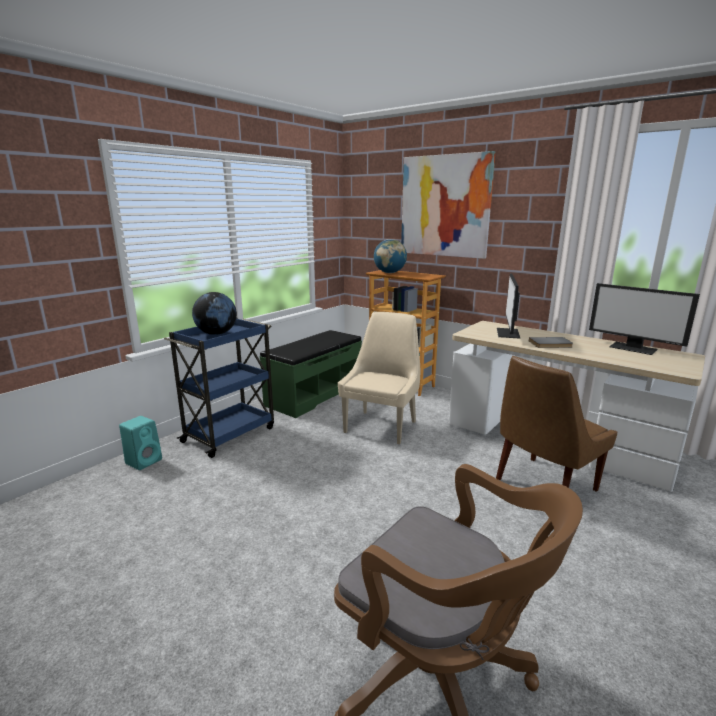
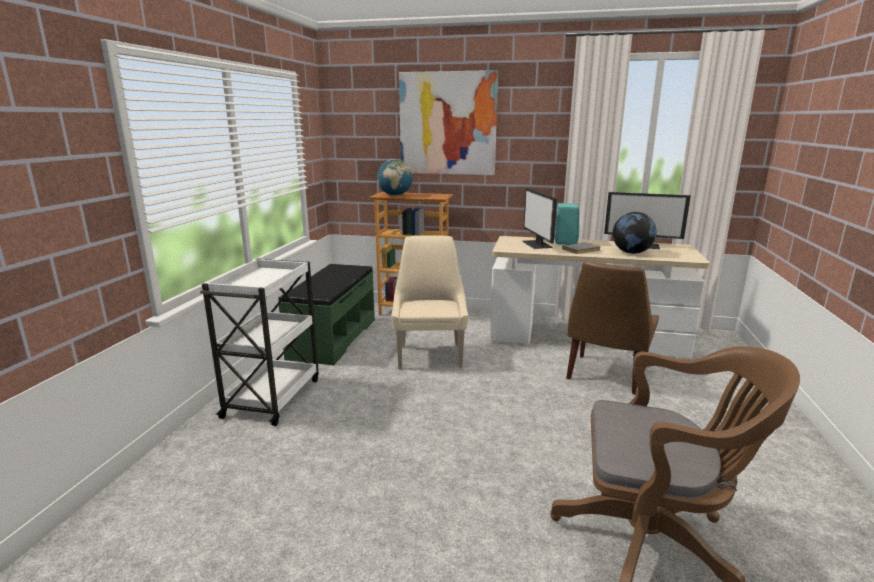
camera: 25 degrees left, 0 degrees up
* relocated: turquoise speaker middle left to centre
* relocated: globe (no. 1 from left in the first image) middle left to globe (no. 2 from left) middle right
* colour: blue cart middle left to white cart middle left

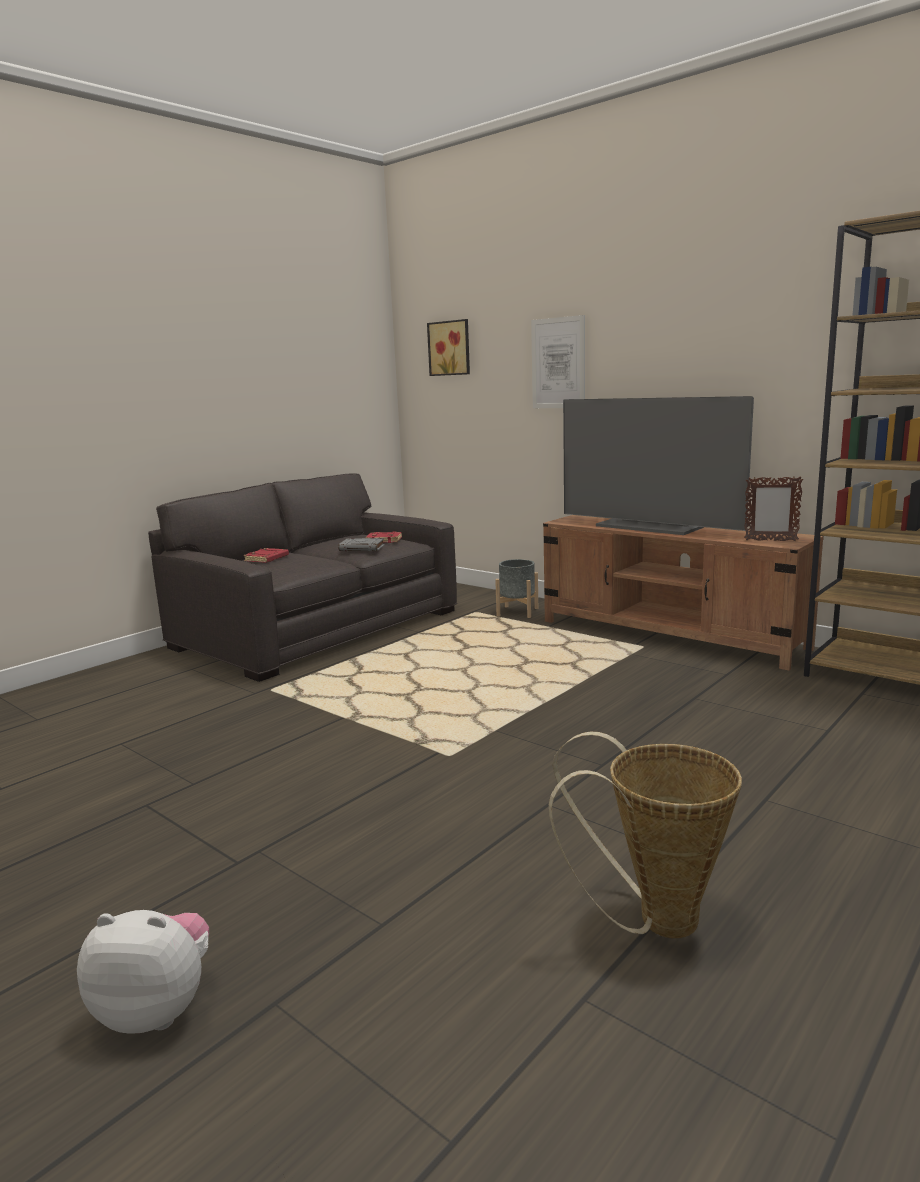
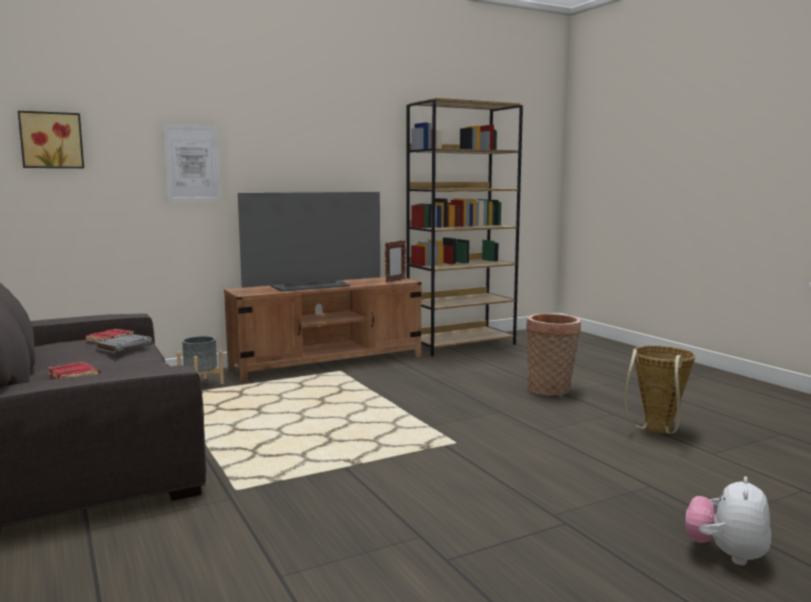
camera: 70 degrees left, 5 degrees down
* appeared: basket (no. 1 from left) middle right

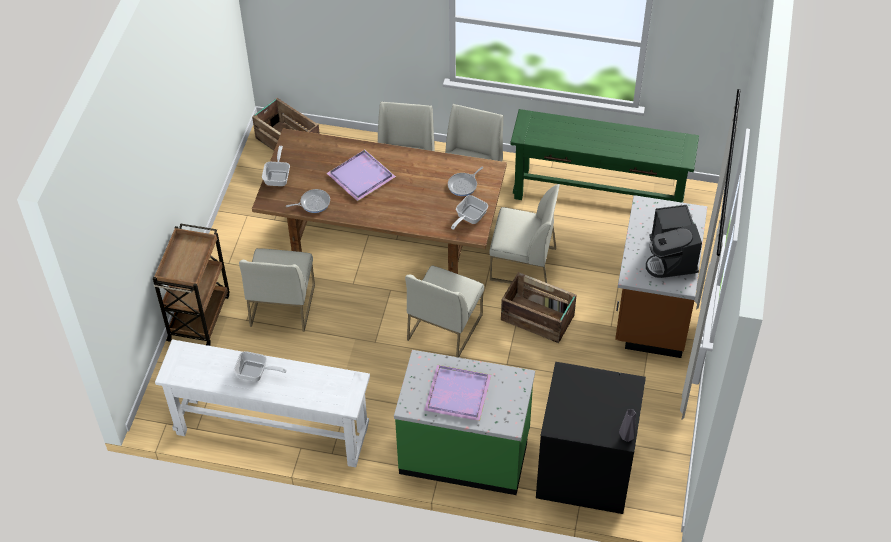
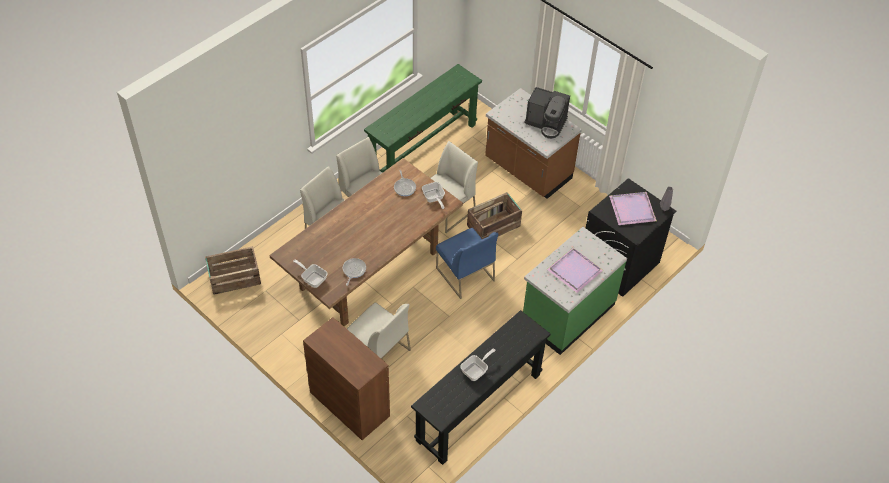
camera: 60 degrees left, 0 degrees up
* relocated: purple tray (no. 1 from left in the first image) top centre to purple tray (no. 2 from left) middle right
* exchanged: brown cart middle left to brown cabinet bottom centre
* colour: white console table bottom left to black console table bottom centre
* colour: white chair (no. 3 from left) centre to blue chair centre

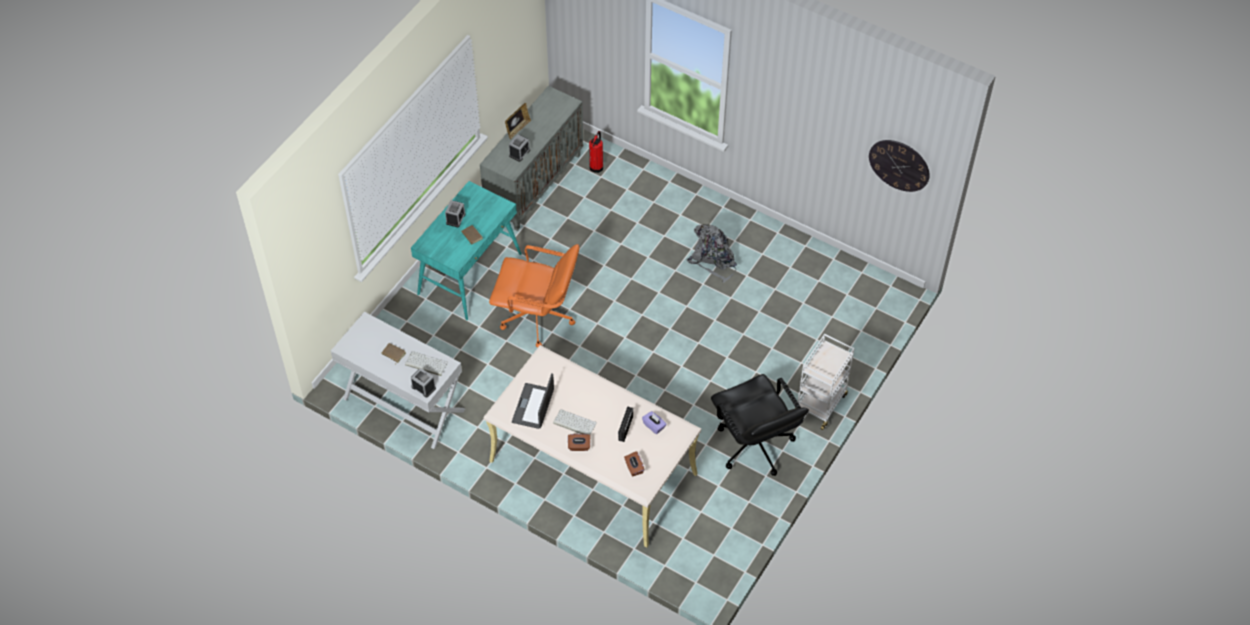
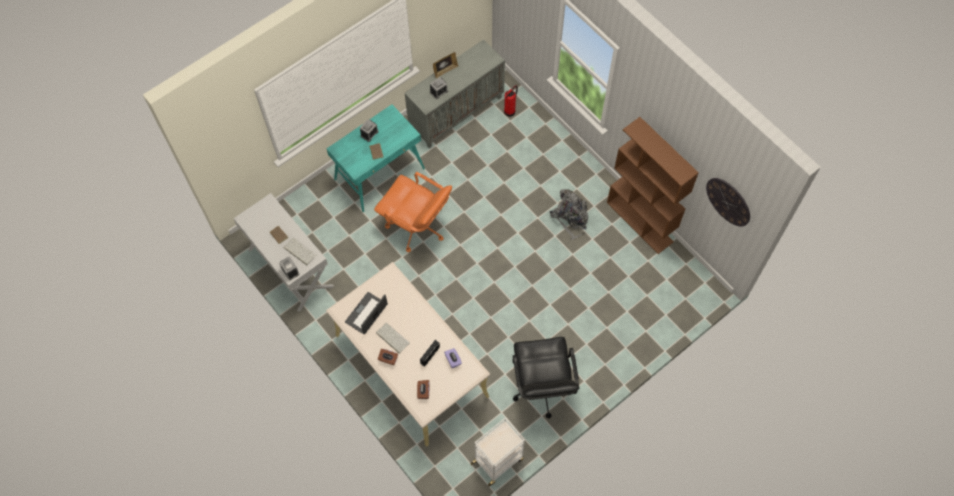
camera: 20 degrees right, 10 degrees up
* appeared: brown bookcase middle right
* relocated: white cart centre to bottom centre

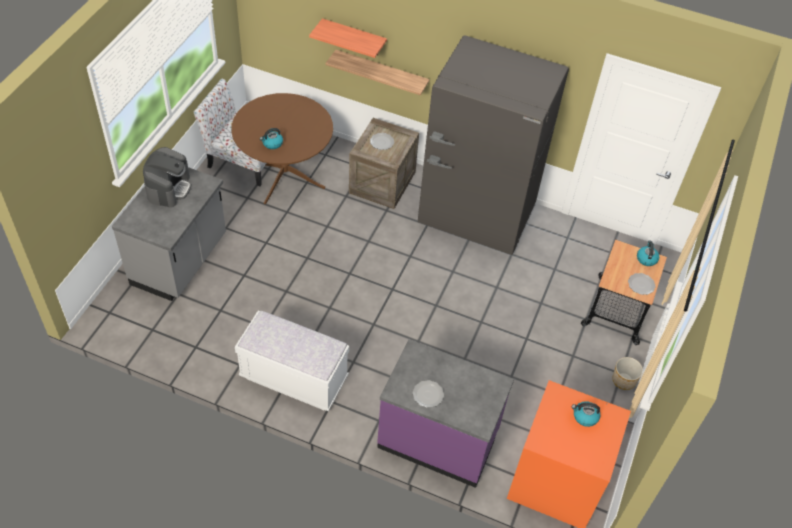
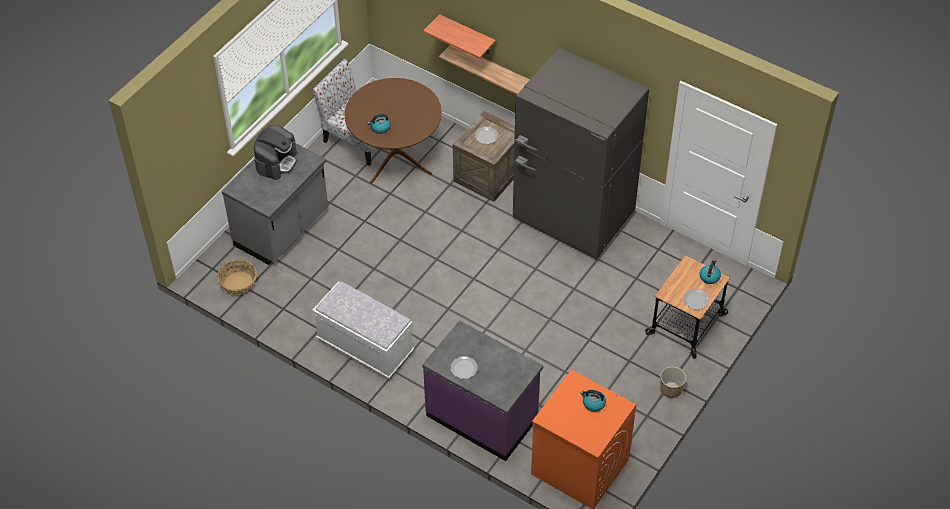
camera: 15 degrees right, 0 degrees up
* appeared: basket middle left

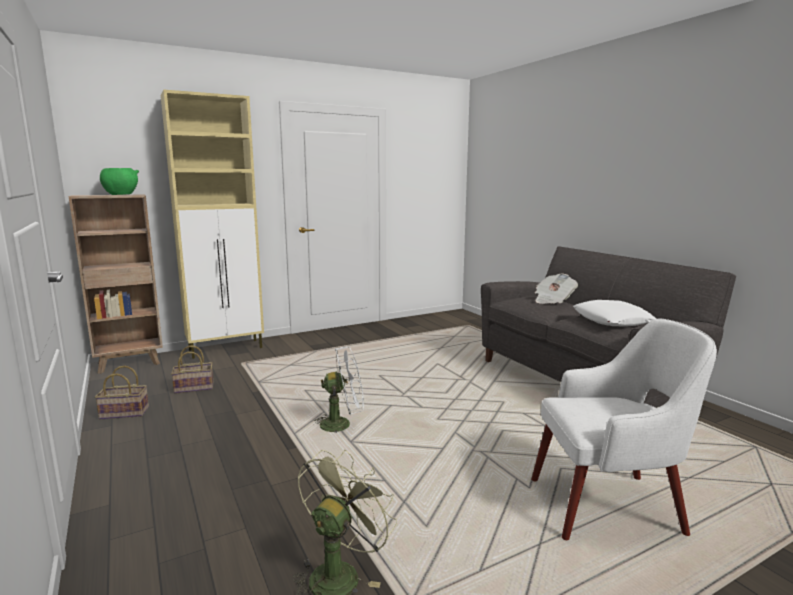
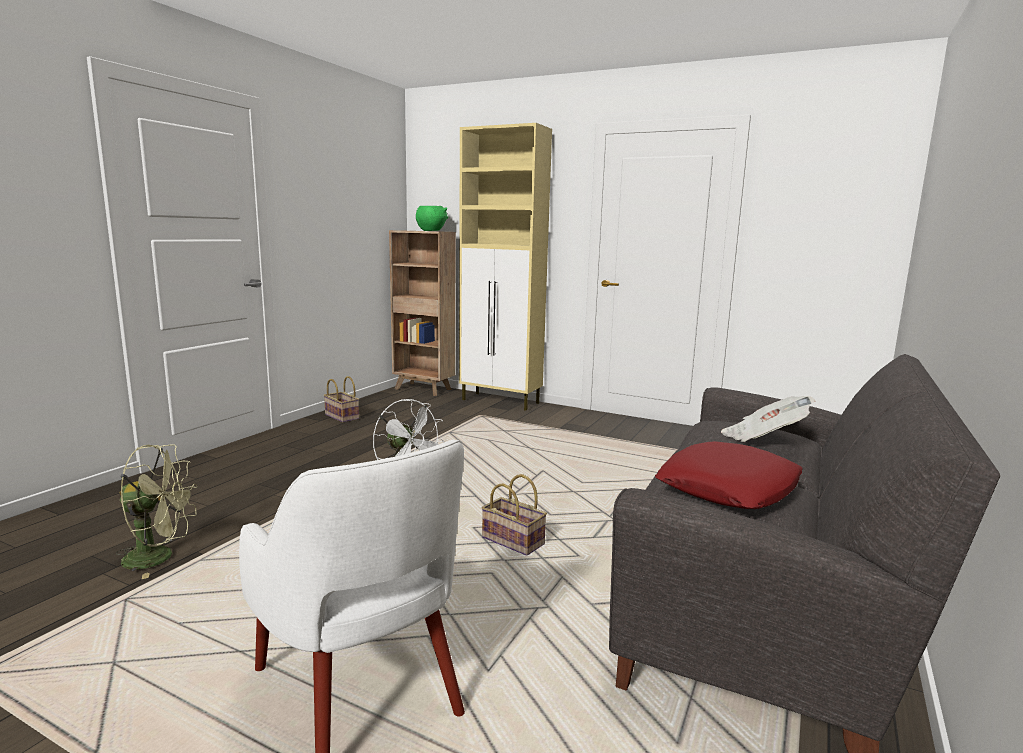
camera: 55 degrees right, 0 degrees up
* relocated: basket (no. 2 from left) middle left to bottom centre
* colour: white pillow middle right to red pillow middle right

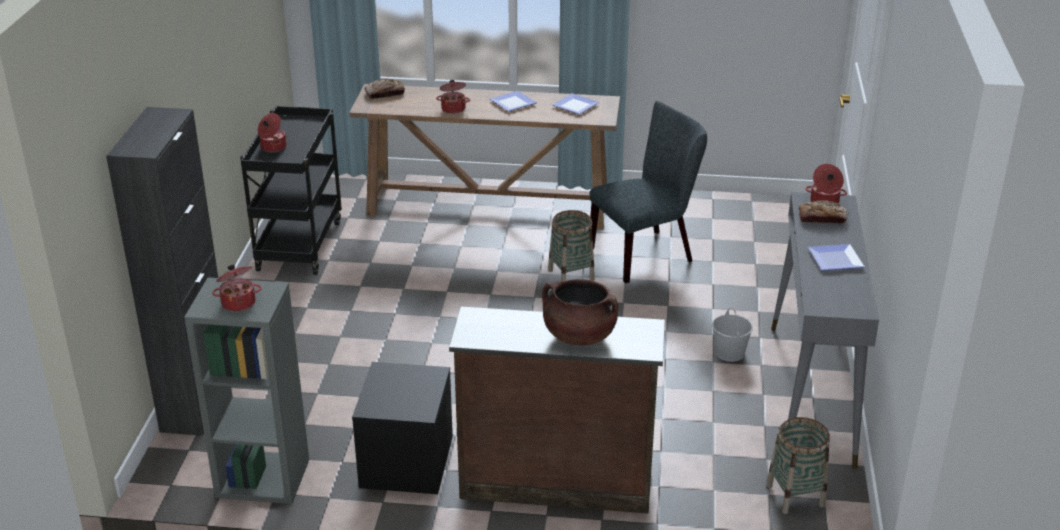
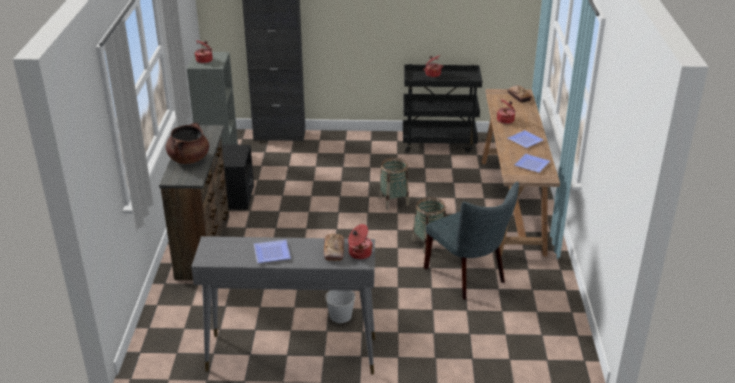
camera: 85 degrees right, 0 degrees up
* relocated: basket (no. 2 from left in the first image) bottom right to basket (no. 1 from left) centre

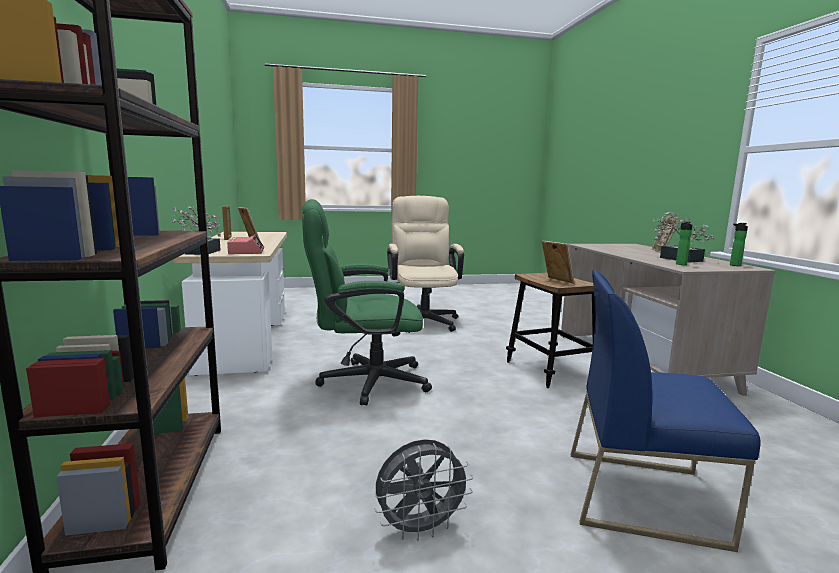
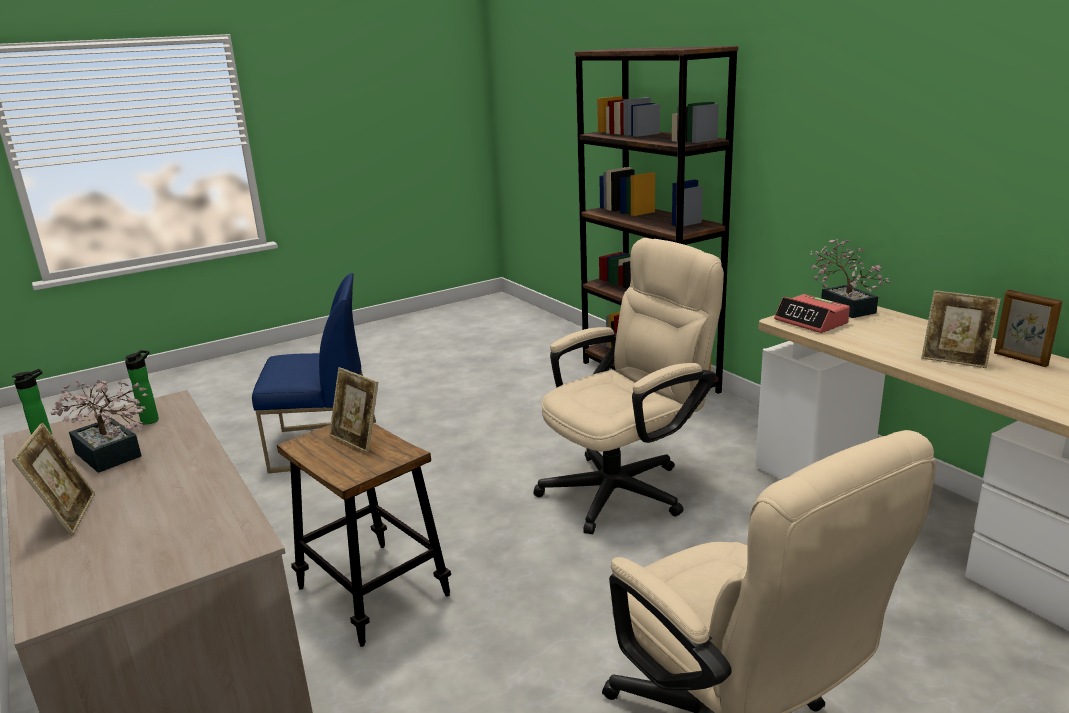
camera: 160 degrees right, 10 degrees up
* missing: grey fan bottom centre
* colour: green office chair centre to beige office chair (no. 1 from left) centre

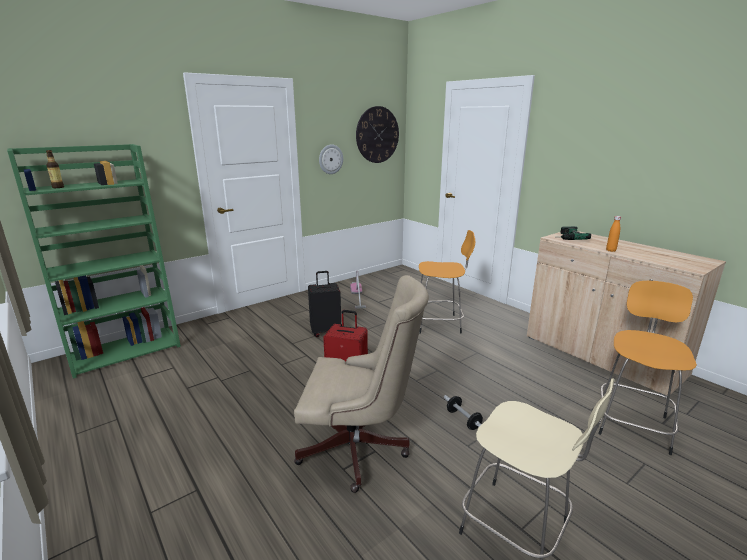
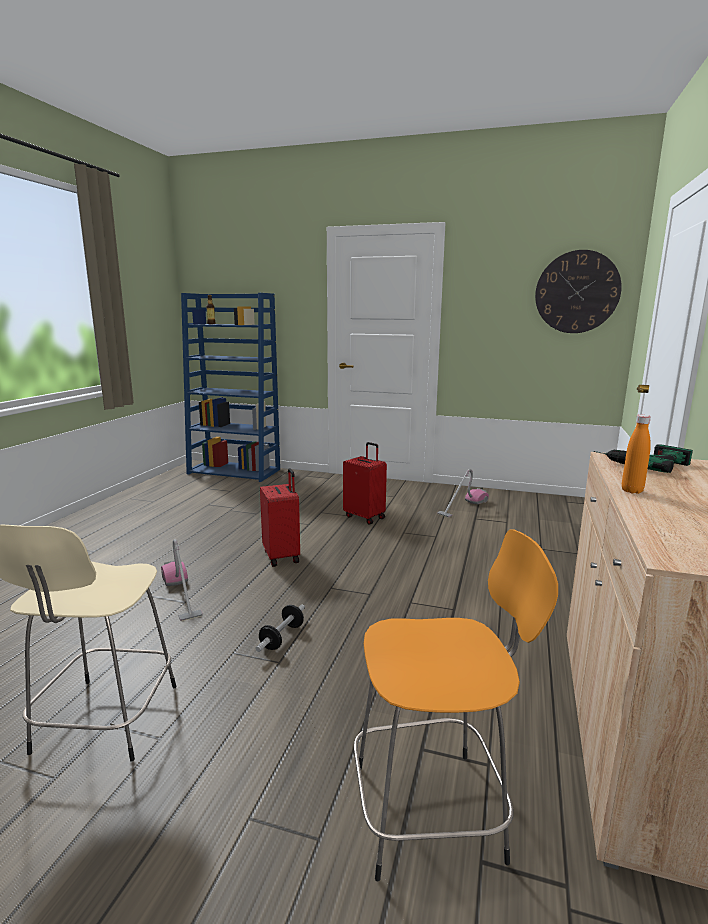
camera: 55 degrees right, 5 degrees down
* missing: wall clock (no. 1 from left) top centre
* missing: orange stool (no. 1 from left) centre
* exchanged: beige office chair bottom centre to vacuum cleaner (no. 1 from left) middle left
* colour: green bookcase middle left to blue bookcase middle left
* colour: black suitcase centre to red suitcase (no. 2 from left) centre

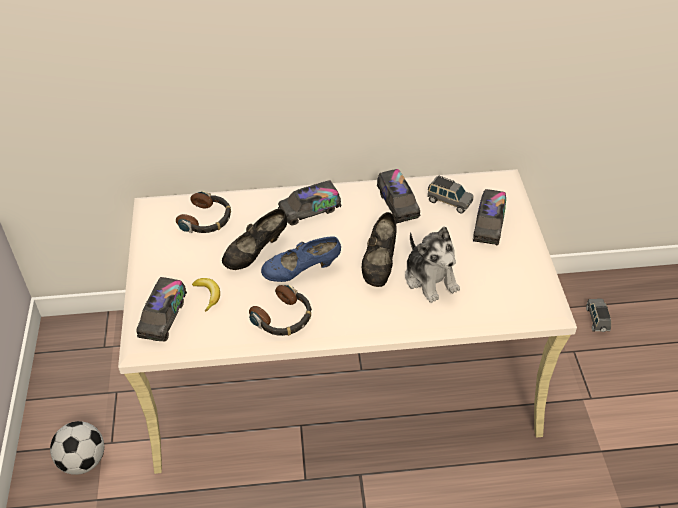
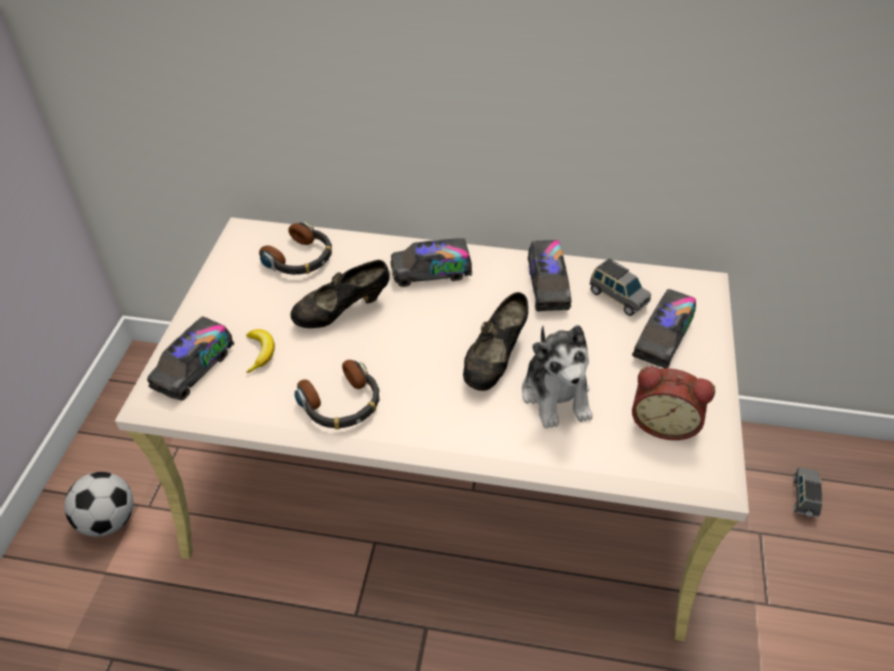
camera: 15 degrees right, 0 degrees up
* missing: blue shoe centre
* appeared: alarm clock middle right

